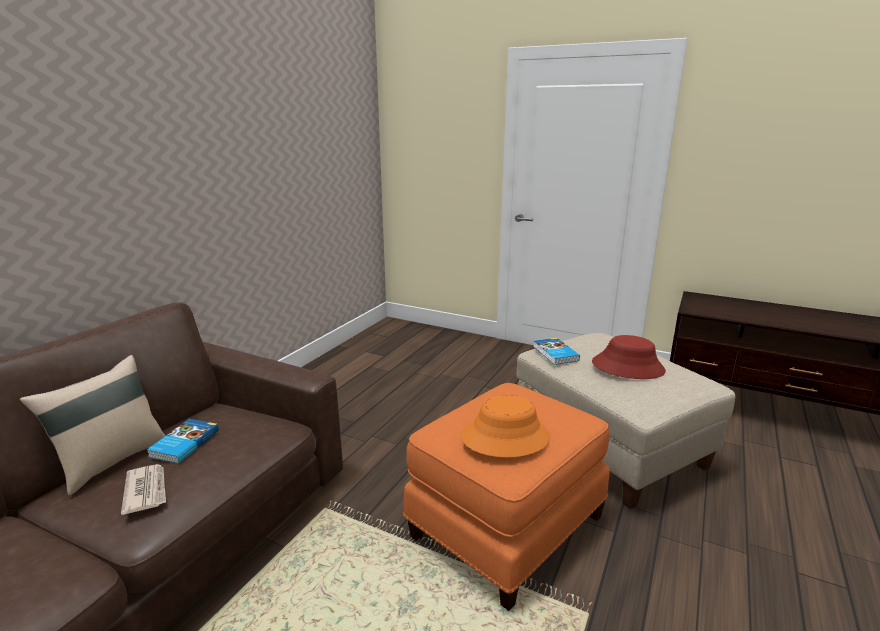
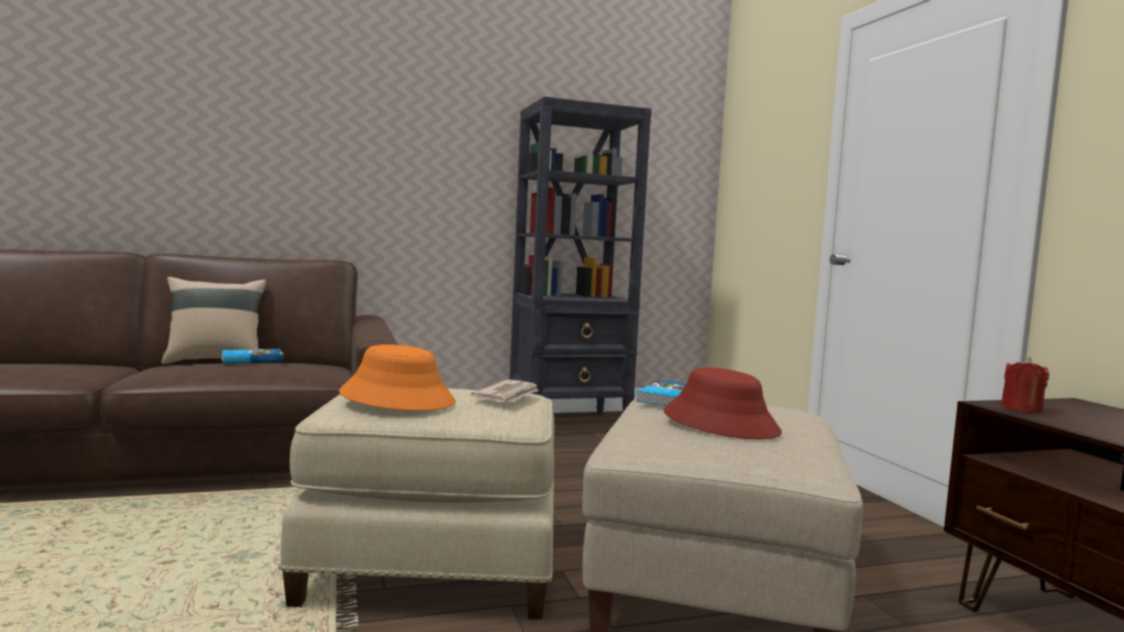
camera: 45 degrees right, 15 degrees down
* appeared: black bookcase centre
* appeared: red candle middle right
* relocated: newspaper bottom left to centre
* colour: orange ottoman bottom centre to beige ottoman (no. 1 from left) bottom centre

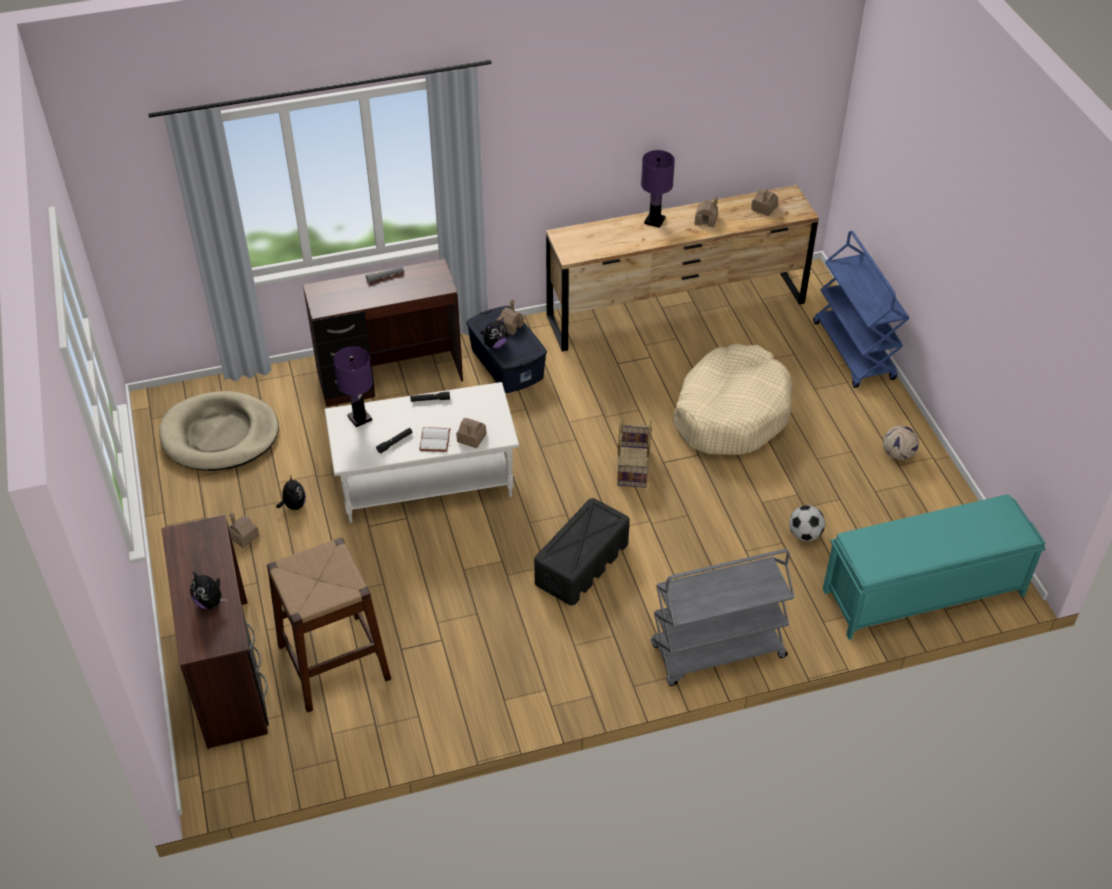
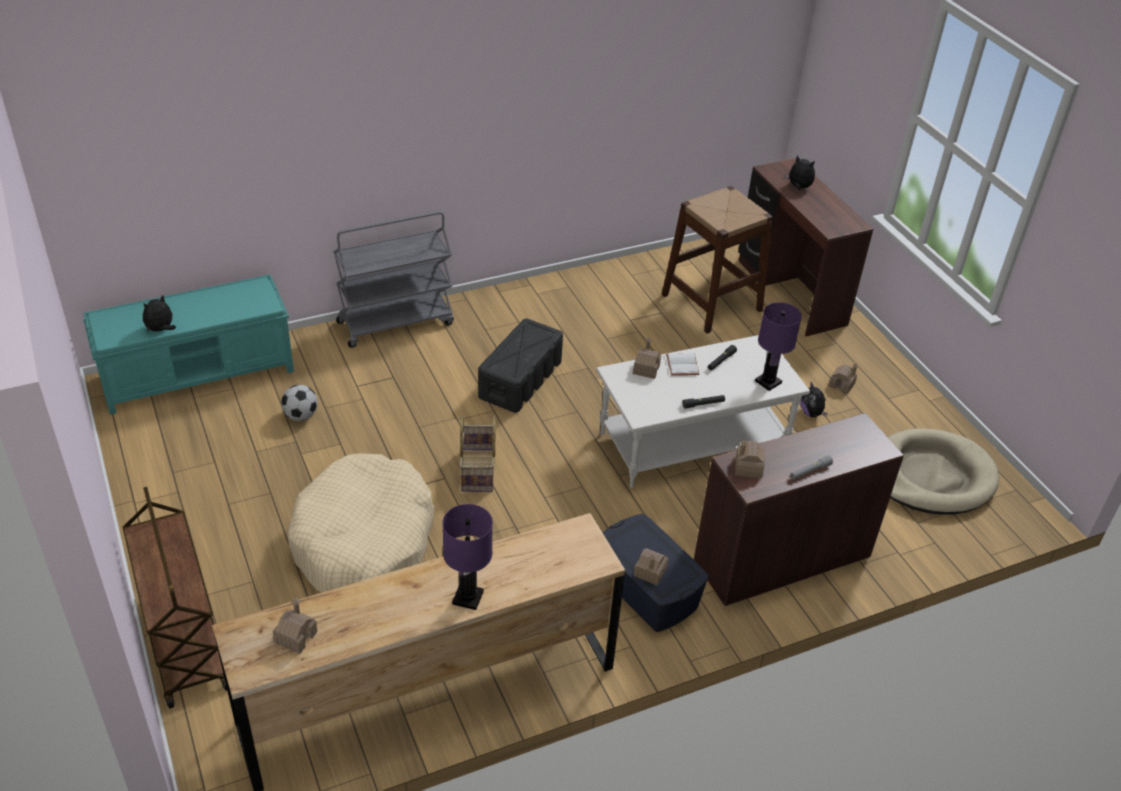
camera: 170 degrees right, 5 degrees down
* missing: football (no. 2 from left) middle right
* relocated: plush toy (no. 3 from left in the first image) centre to plush toy (no. 1 from left) middle left
* relocated: toy house (no. 4 from left) top centre to middle right
* colour: blue cart middle right to brown cart bottom left

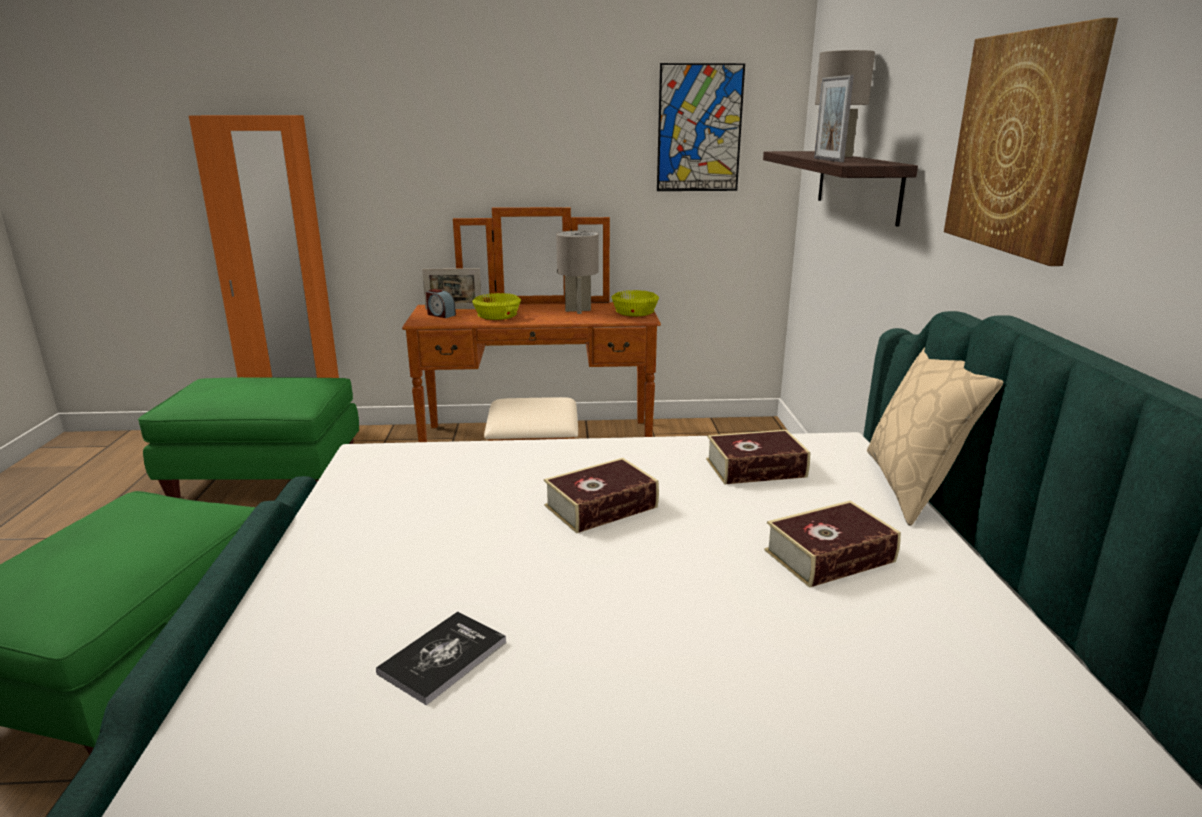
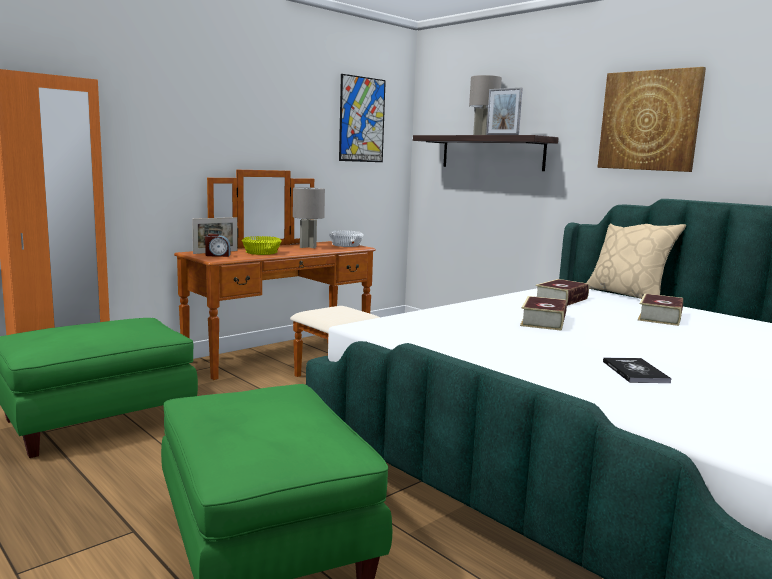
camera: 40 degrees left, 10 degrees down
* colour: yellow bowl (no. 2 from left) centre to white bowl centre

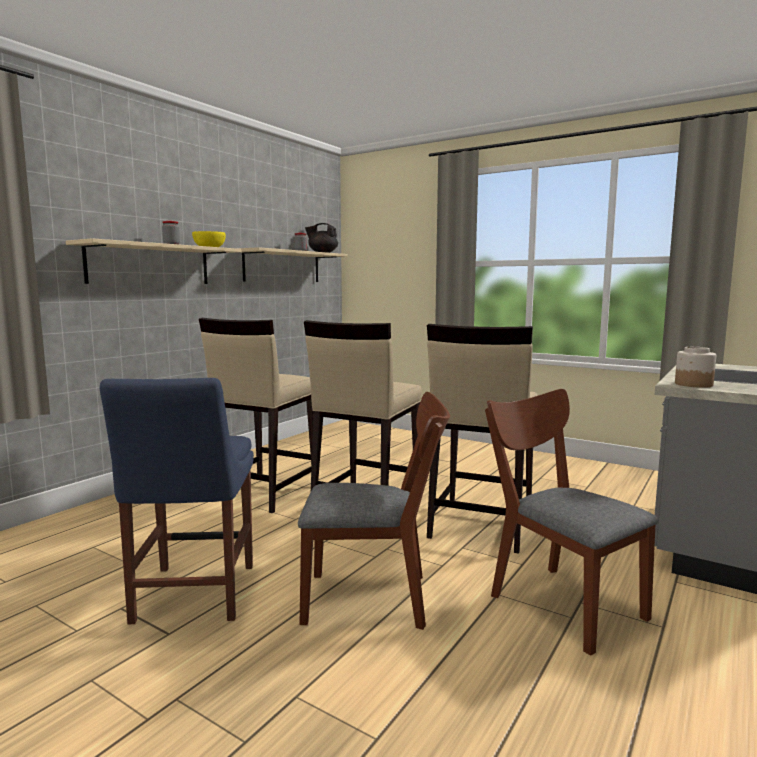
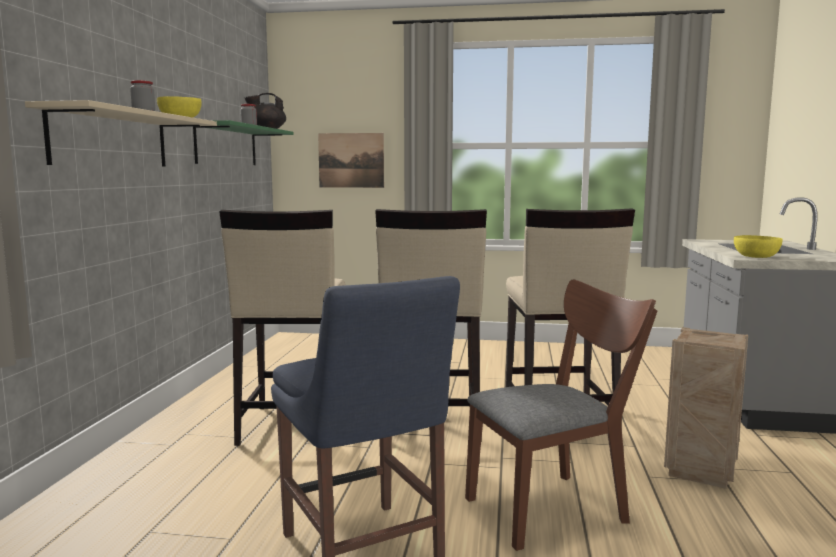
camera: 25 degrees left, 0 degrees up
* appeared: picture top centre
* exchanged: brown chair (no. 2 from left) bottom right to crate bottom right
* exchanged: jar (no. 3 from left) middle right to yellow bowl (no. 2 from left) middle right
* colour: beige shelf (no. 2 from left) centre to green shelf top left

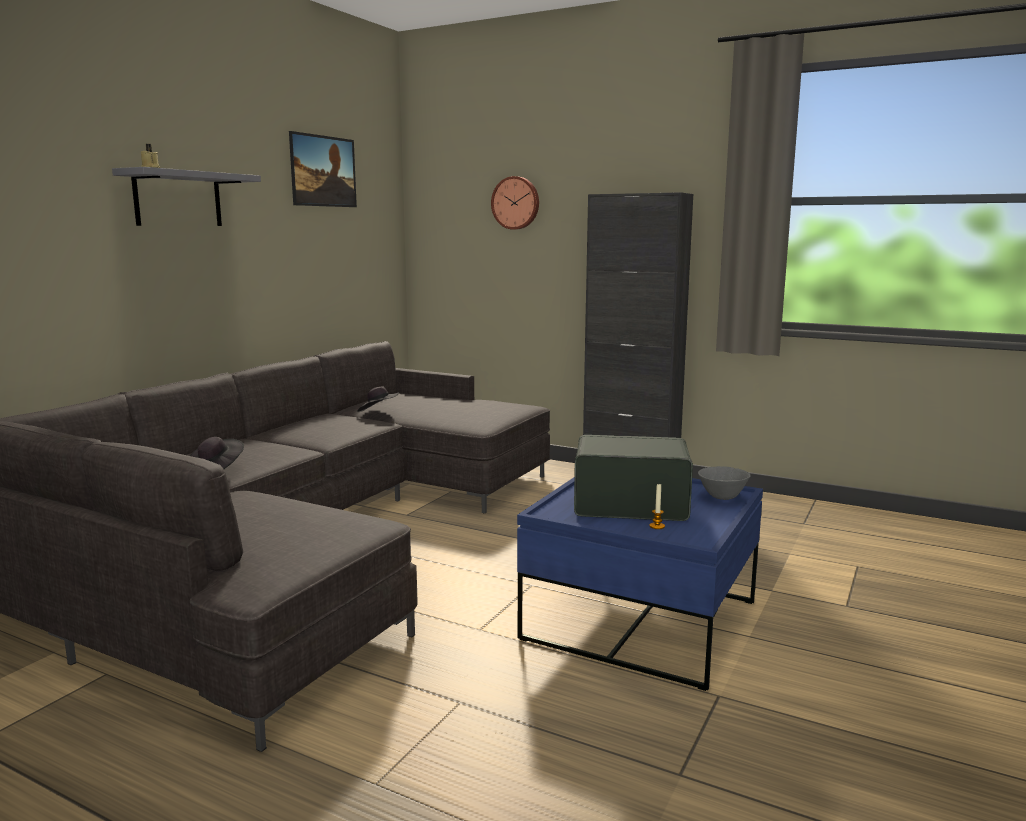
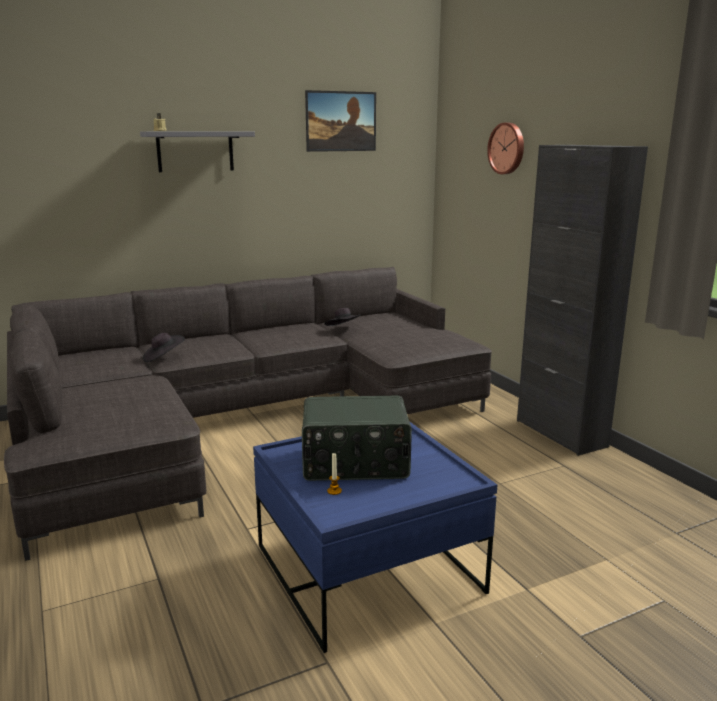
camera: 35 degrees right, 5 degrees up
* missing: grey bowl middle right
* spun: radio centre = centre 135 degrees clockwise

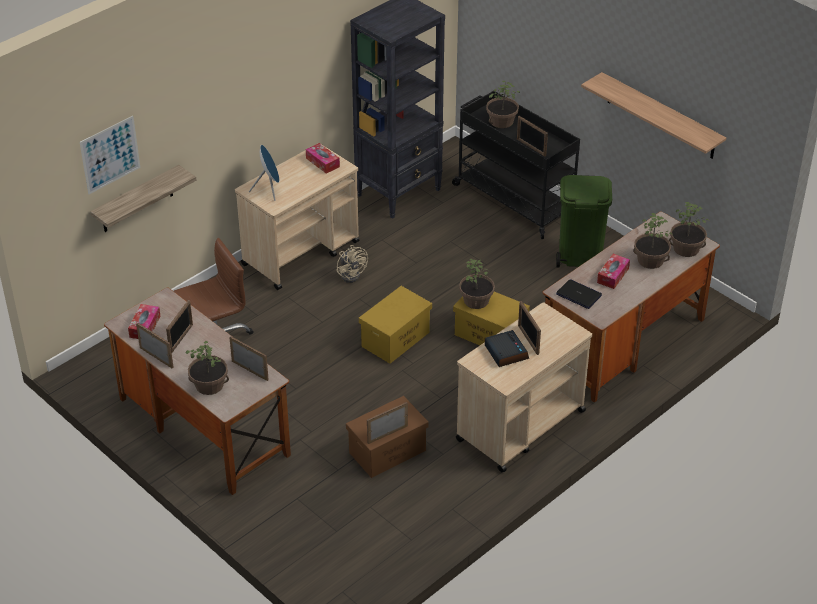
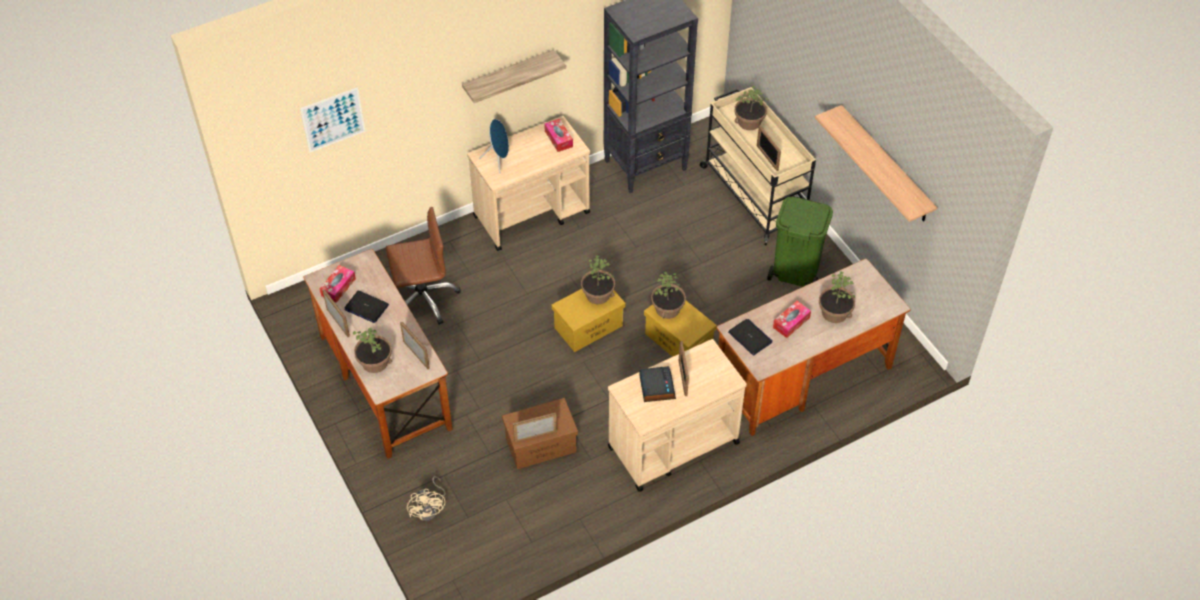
camera: 15 degrees right, 10 degrees up
* relocated: shelf (no. 1 from left) top left to top centre
* relocated: beige fan centre to bottom centre
* relocated: potted plant (no. 5 from left in the first image) middle right to potted plant (no. 2 from left) centre
* exchanged: picture frame (no. 2 from left) middle left to laptop (no. 1 from left) middle left
* colour: black cart top centre to beige cart (no. 3 from left) top centre

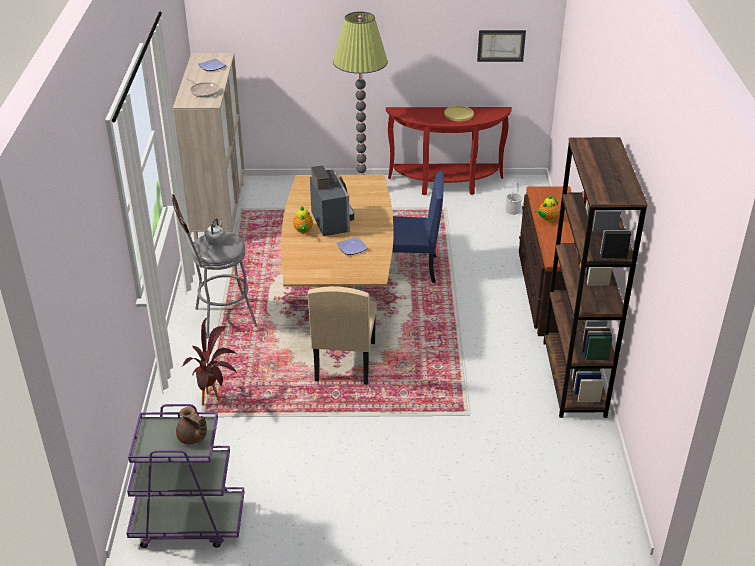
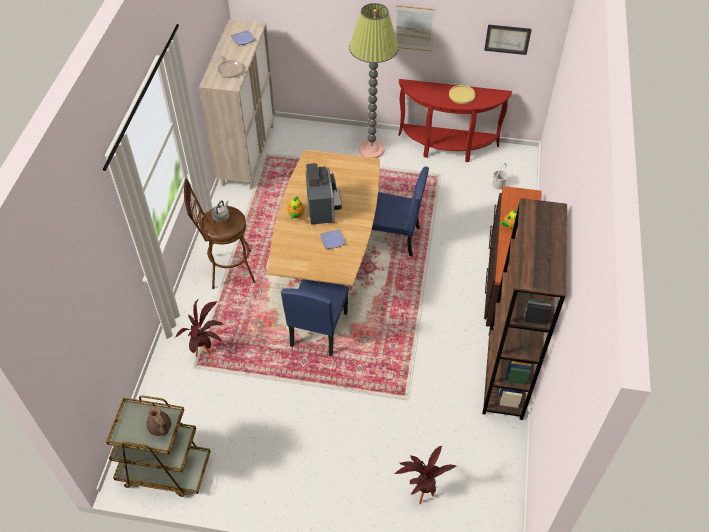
camera: 10 degrees right, 15 degrees up
* appeared: picture (no. 1 from left) top centre
* appeared: potted plant (no. 2 from left) bottom centre
* colour: purple cart bottom left to brown cart bottom left
* colour: grey stool middle left to brown stool middle left
* colour: beige chair centre to blue chair (no. 1 from left) centre

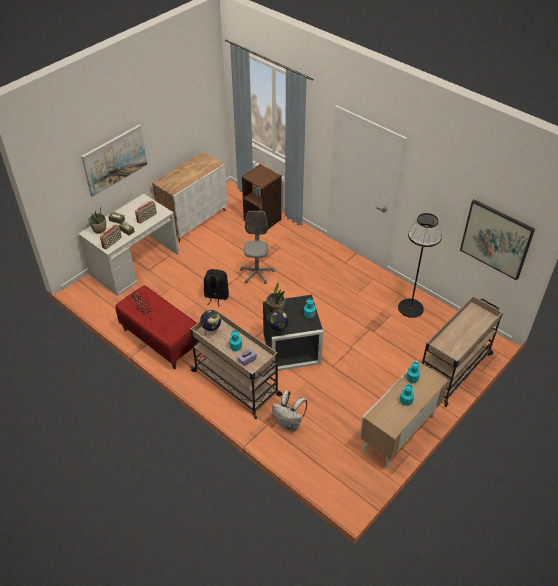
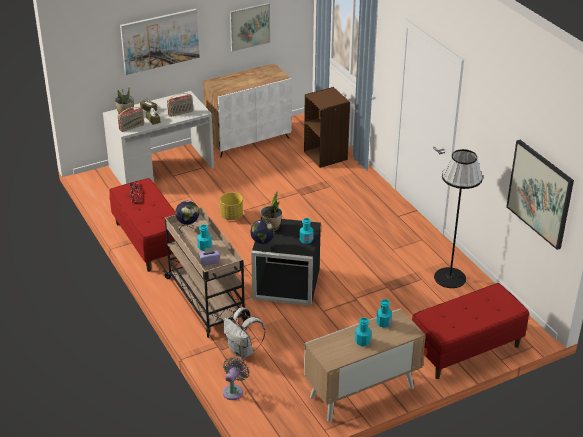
camera: 20 degrees right, 10 degrees down
* missing: grey office chair centre
* appeared: grey fan bottom centre
* appeared: picture (no. 2 from left) top centre
* exchanged: black backpack centre to yellow planter centre
* exchanged: beige cart (no. 2 from left) middle right to red bench (no. 2 from left) bottom right

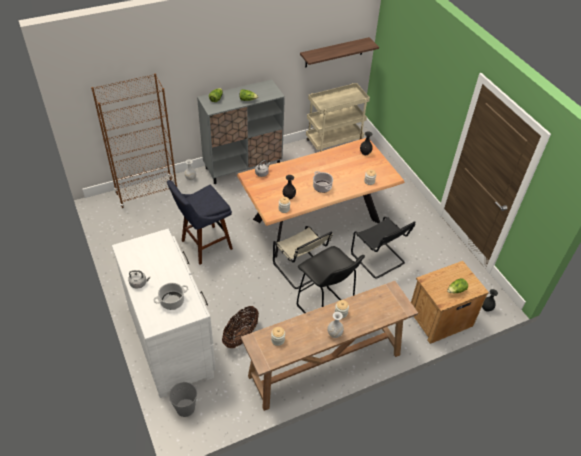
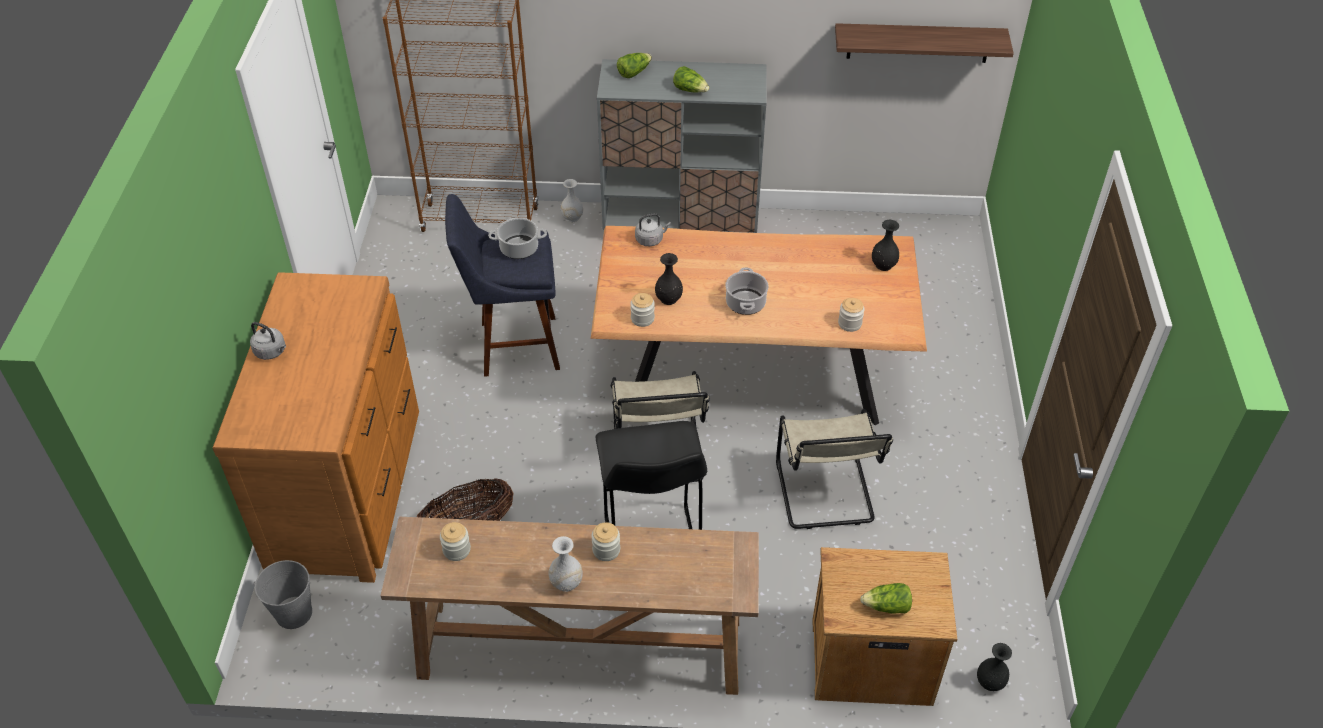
camera: 30 degrees right, 0 degrees up
* missing: beige cart top centre
* relocated: cooking pot (no. 1 from left) middle left to top centre
* colour: white dresser bottom left to brown dresser middle left
* colour: black chair centre to beige chair (no. 2 from left) centre

